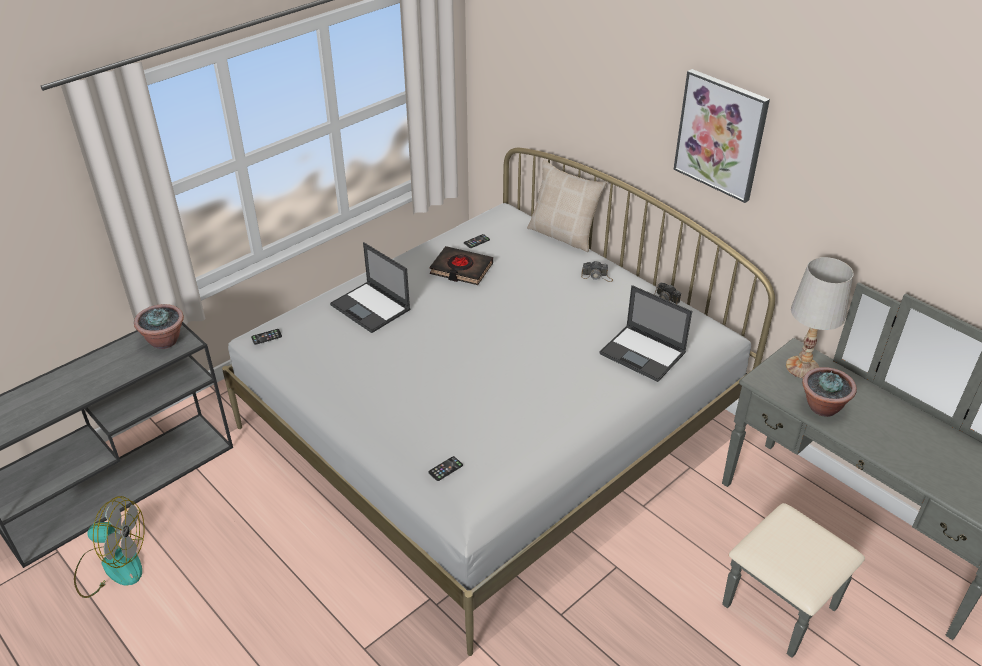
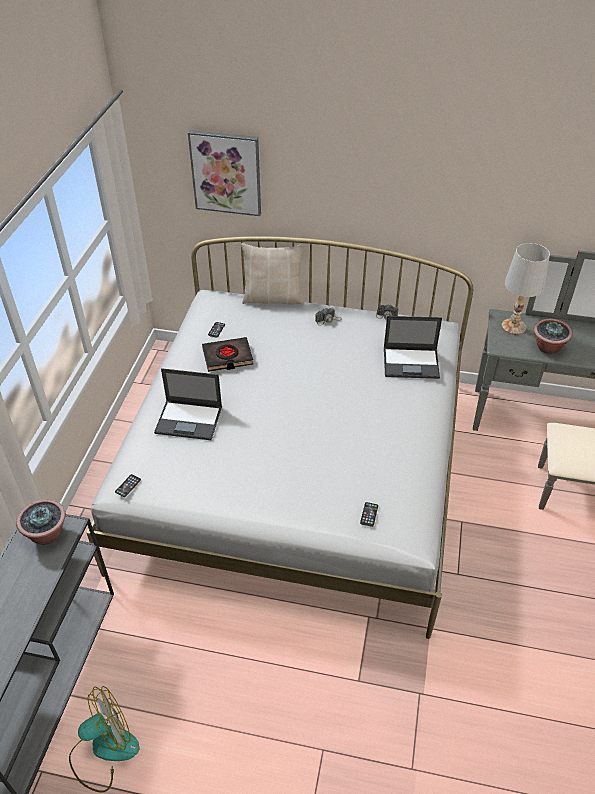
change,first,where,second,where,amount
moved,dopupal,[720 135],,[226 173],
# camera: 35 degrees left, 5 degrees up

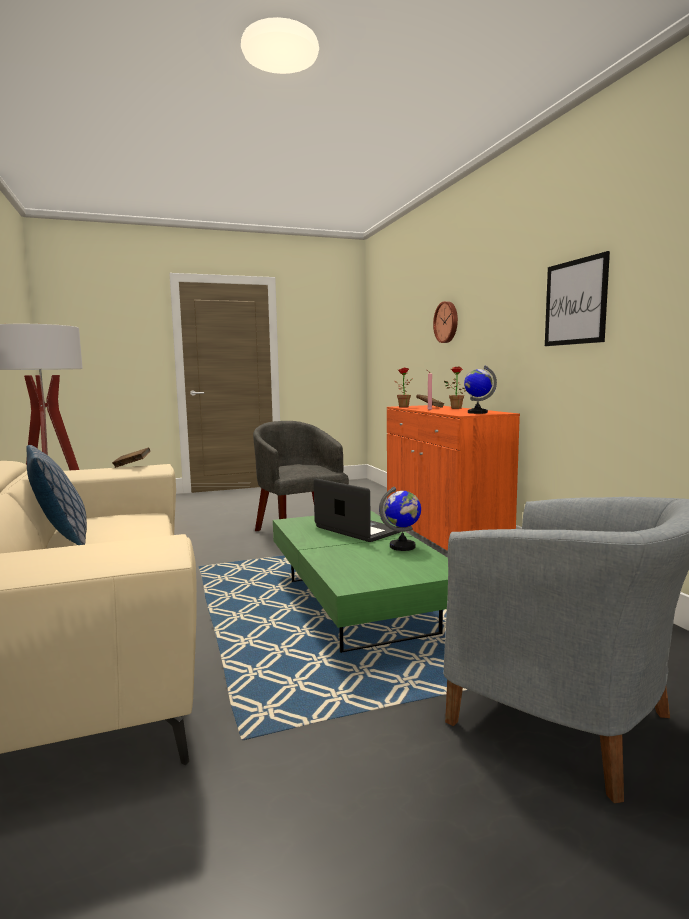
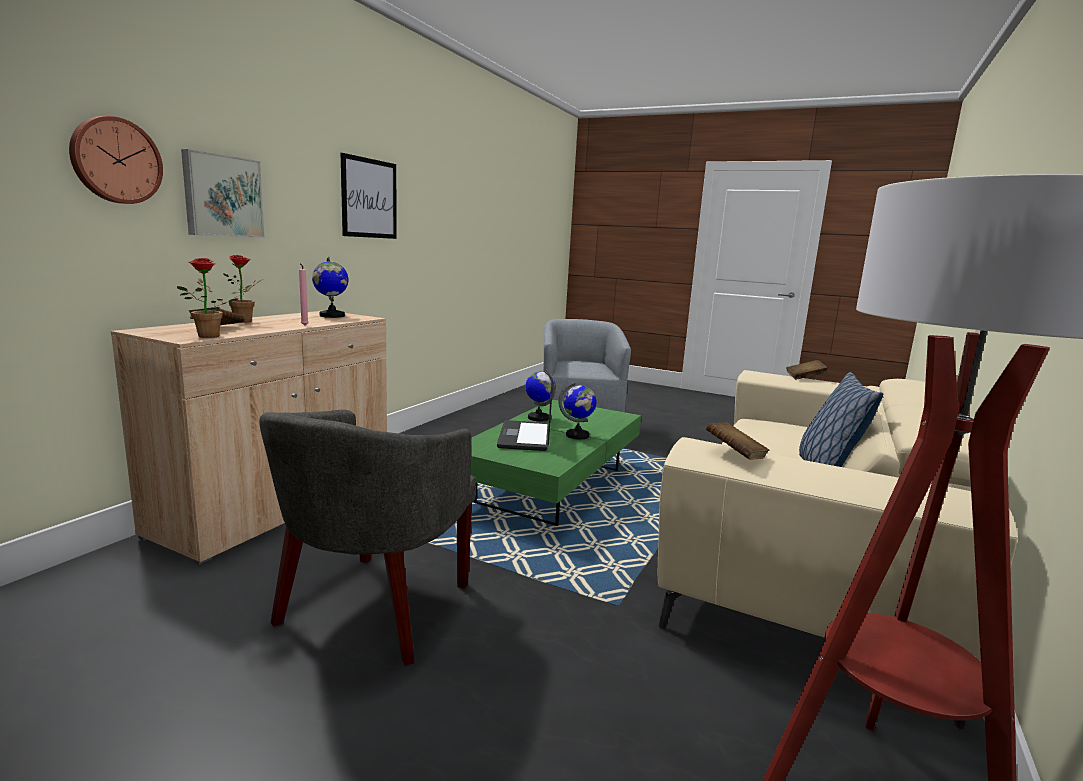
change,first,where,second,where,amount
recoloured,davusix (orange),[443 532],davusix (beige),[278 504],
added,,,dopupal,[222 196],
added,,,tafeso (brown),[805 378],
added,,,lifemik,[577 435],
# camera: 135 degrees left, 5 degrees up

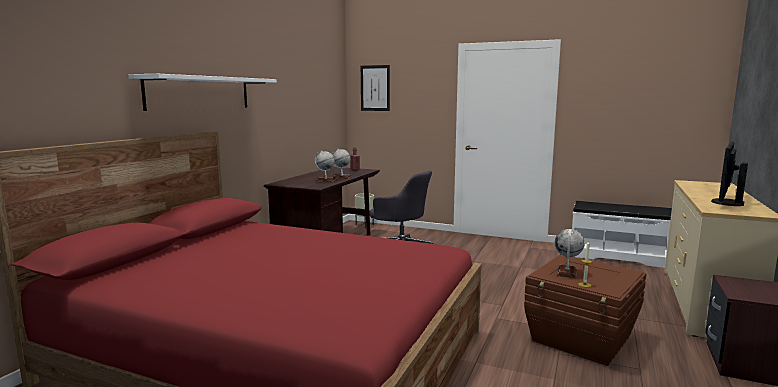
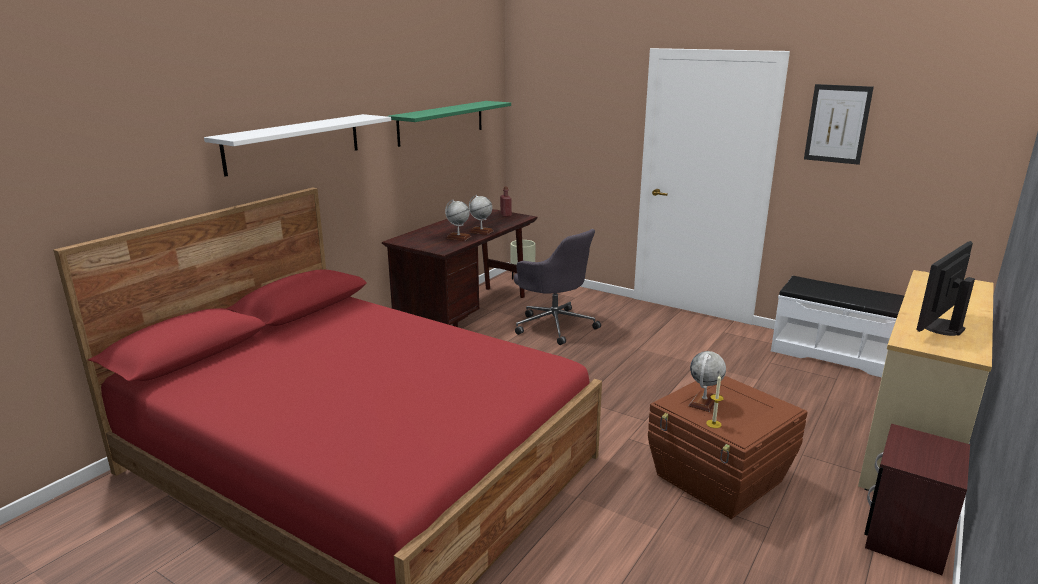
change,first,where,second,where,amount
moved,dopupal,[375 88],,[837 124],
added,,,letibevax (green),[441 122],
# camera: 10 degrees right, 10 degrees up

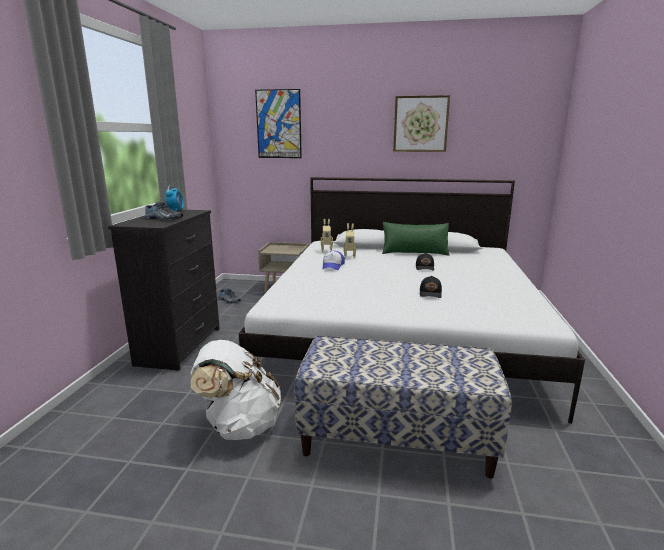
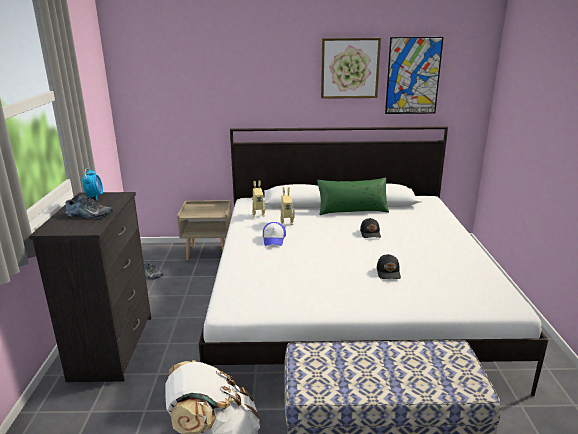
change,first,where,second,where,amount
moved,dopupal,[278 124],,[413 76],
# camera: 10 degrees left, 5 degrees up

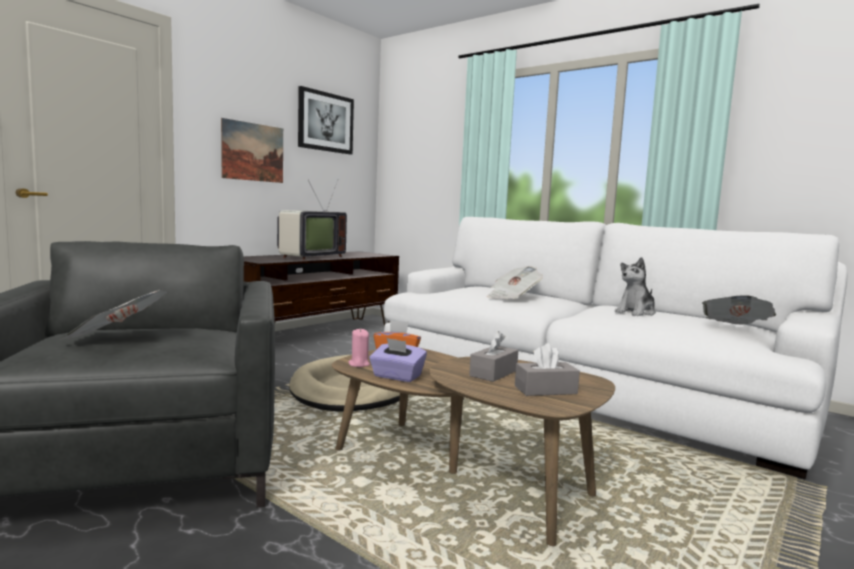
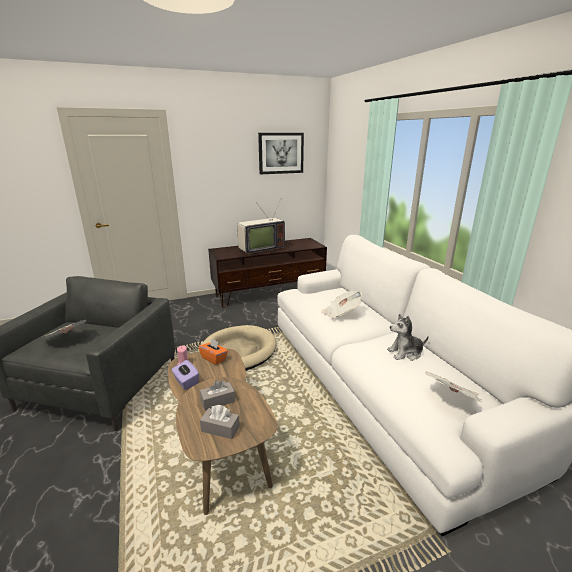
change,first,where,second,where,amount
removed,dopupal,[253 152],,,
# camera: 30 degrees right, 15 degrees up

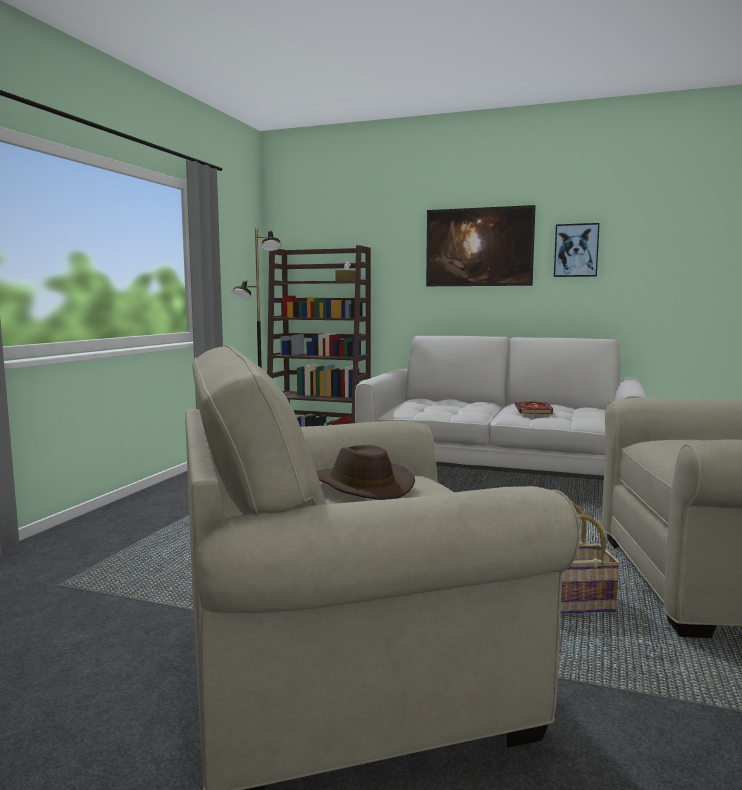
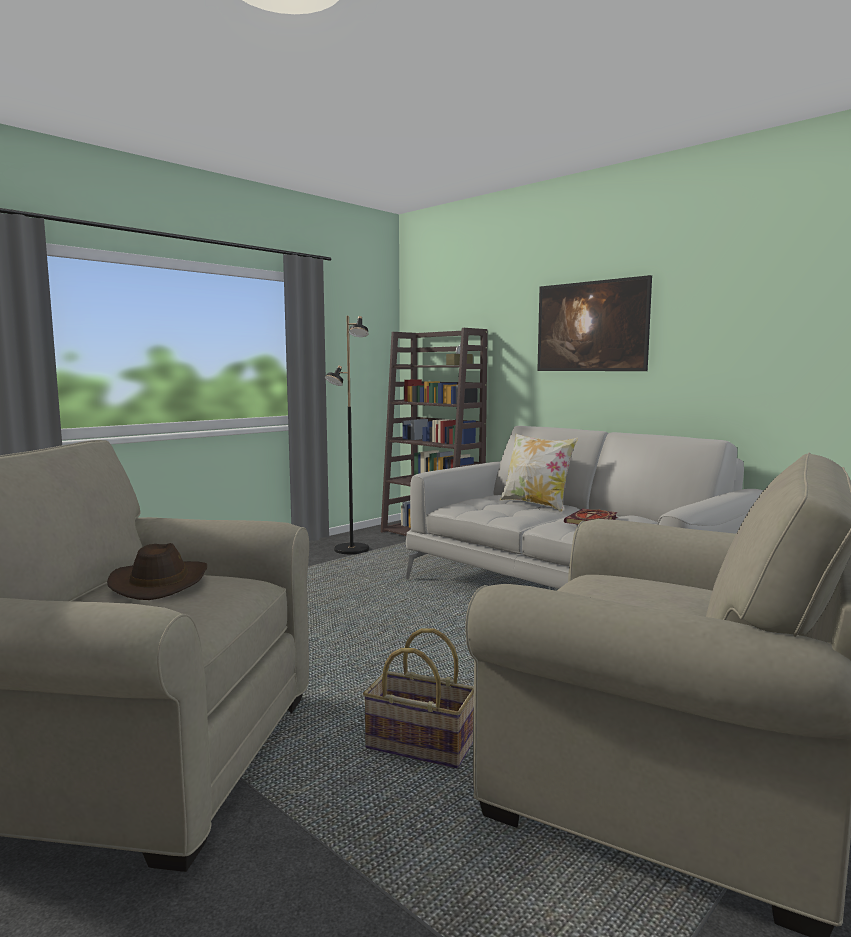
change,first,where,second,where,amount
removed,dopupal,[576 250],,,
added,,,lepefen,[536 504],
# camera: 25 degrees right, 0 degrees up

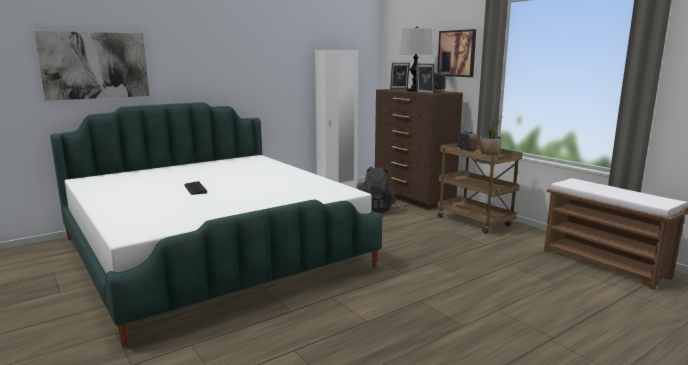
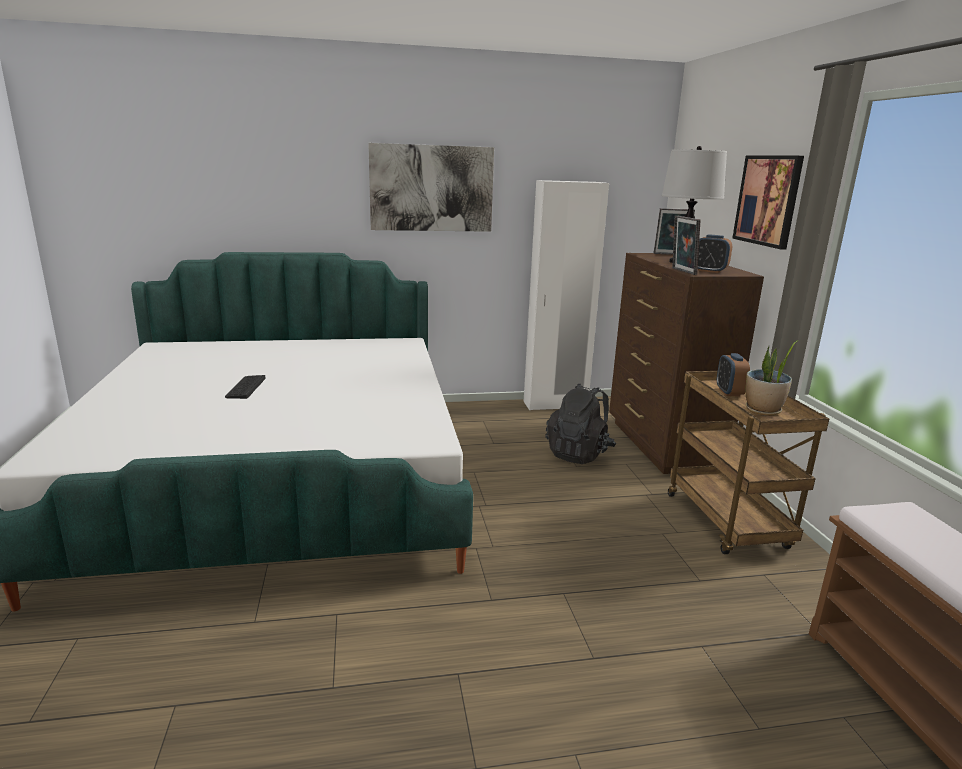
change,first,where,second,where,amount
moved,dopupal,[95 65],,[431 188],
# camera: 25 degrees right, 5 degrees up

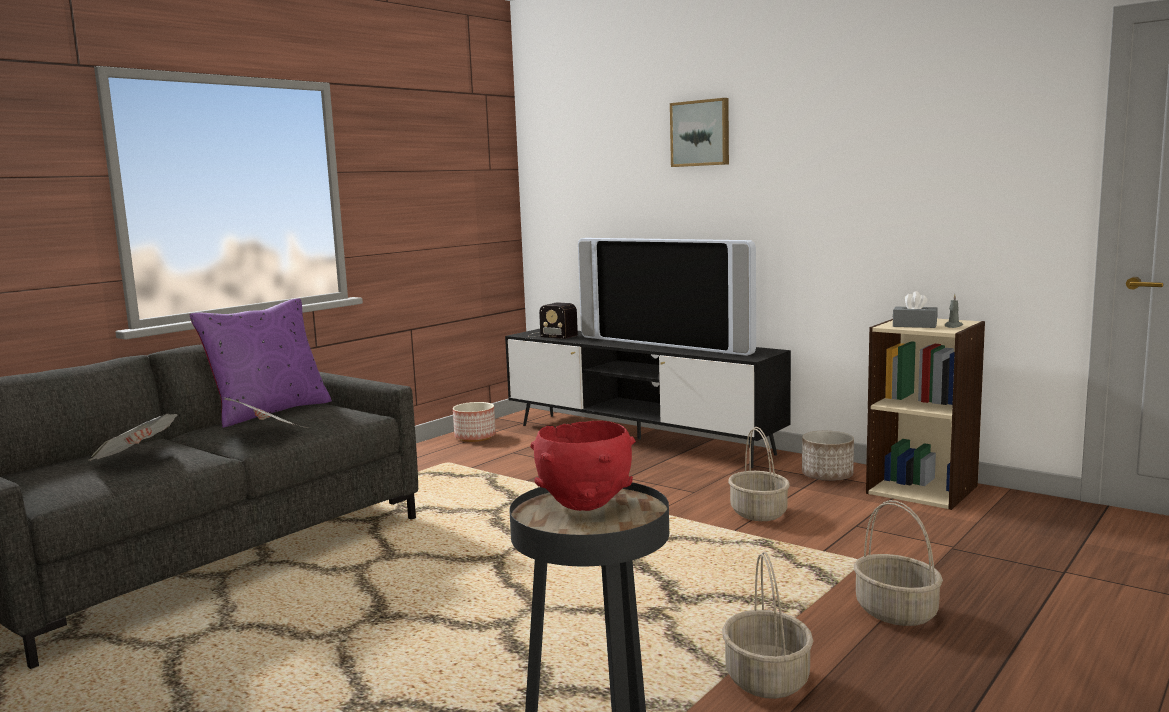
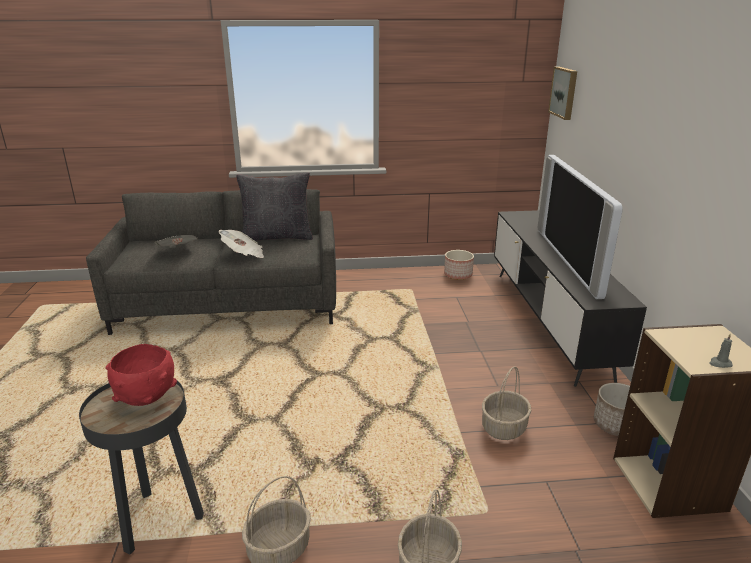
change,first,where,second,where,amount
moved,dopupal,[701 133],,[564 92],
removed,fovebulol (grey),[914 325],,,
recoloured,lepefen (purple),[269 412],lepefen (black),[277 237],
removed,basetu,[551 335],,,
# camera: 45 degrees right, 15 degrees up

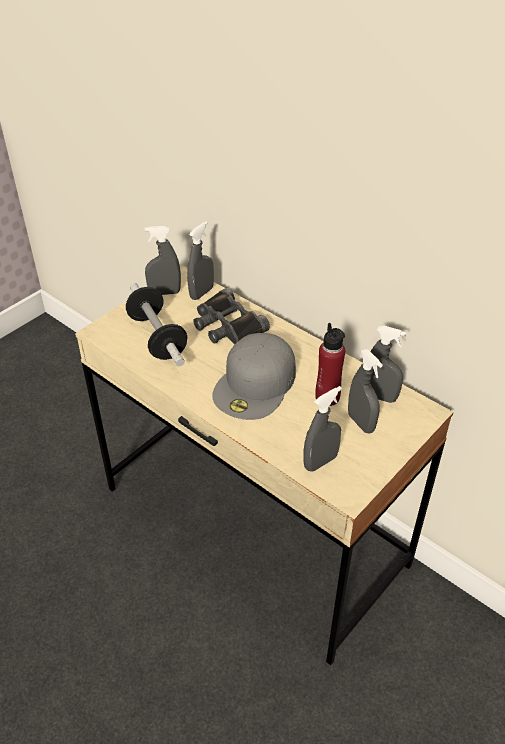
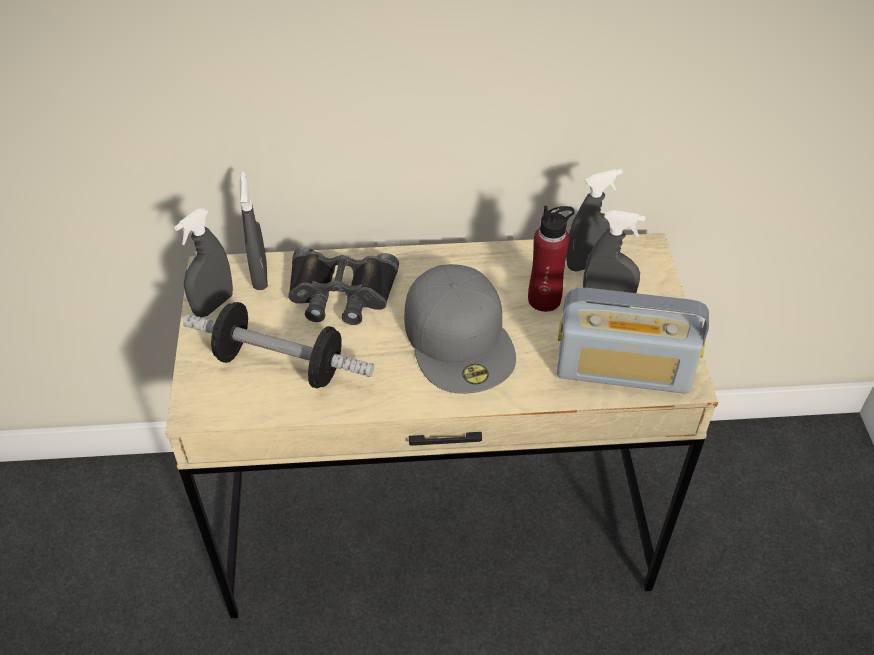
change,first,where,second,where,amount
replaced,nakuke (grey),[320 462],basetu,[623 370],
# camera: 45 degrees left, 5 degrees up

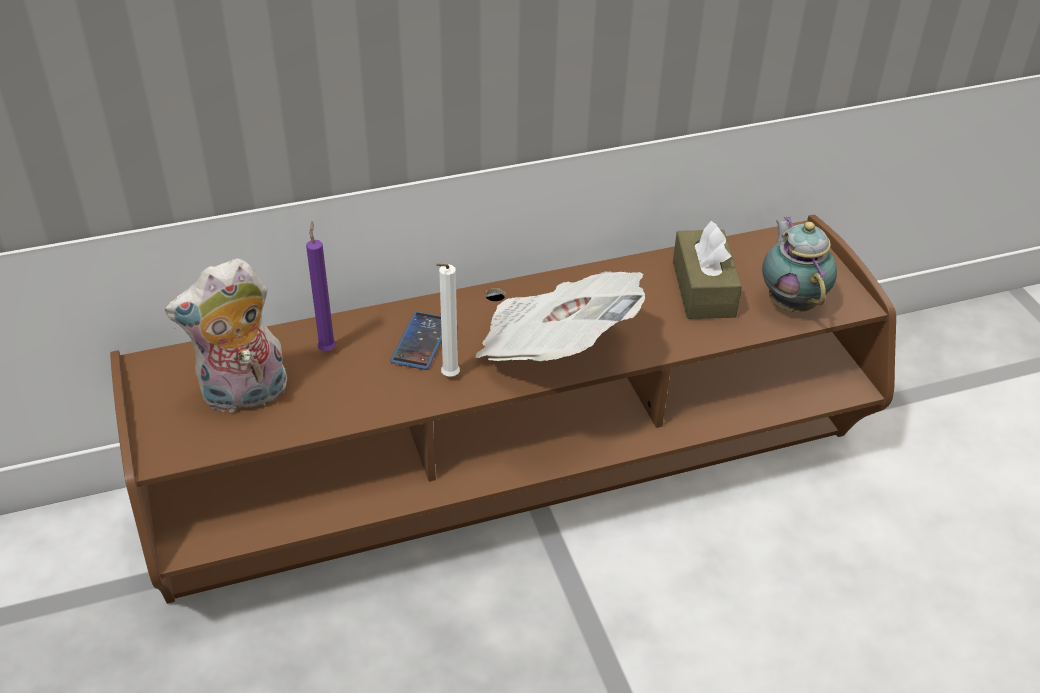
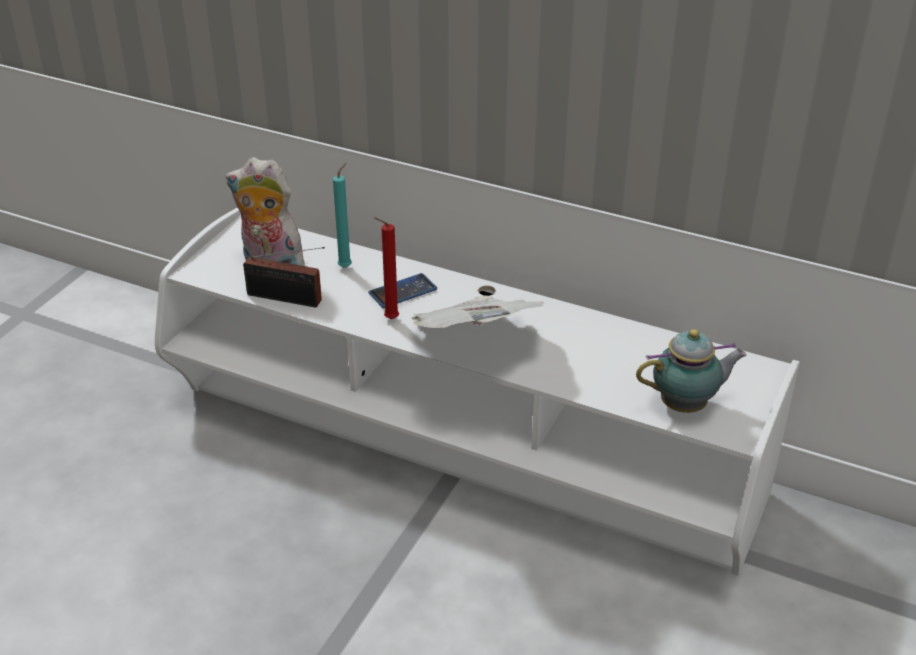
change,first,where,second,where,amount
recoloured,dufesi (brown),[518 481],dufesi (white),[459 452],
turned,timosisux,[791 302],,[686 405],45 degrees clockwise
recoloured,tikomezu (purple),[327 348],tikomezu (turquoise),[346 266],
removed,fovebulol (brown),[703 289],,,
recoloured,tikomezu (white),[448 377],tikomezu (red),[389 319],
added,,,basetu,[288 299],
# camera: 45 degrees right, 5 degrees down

